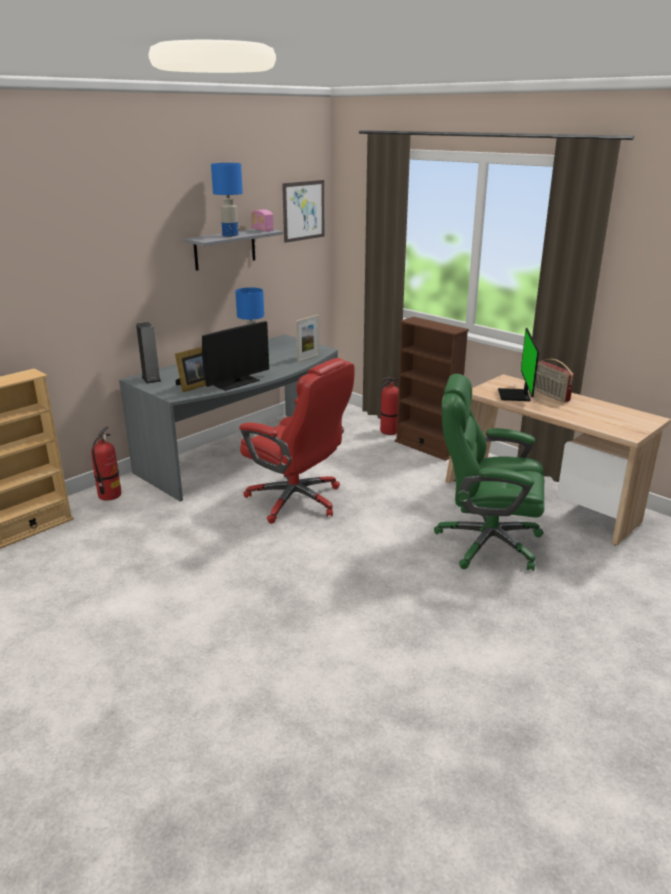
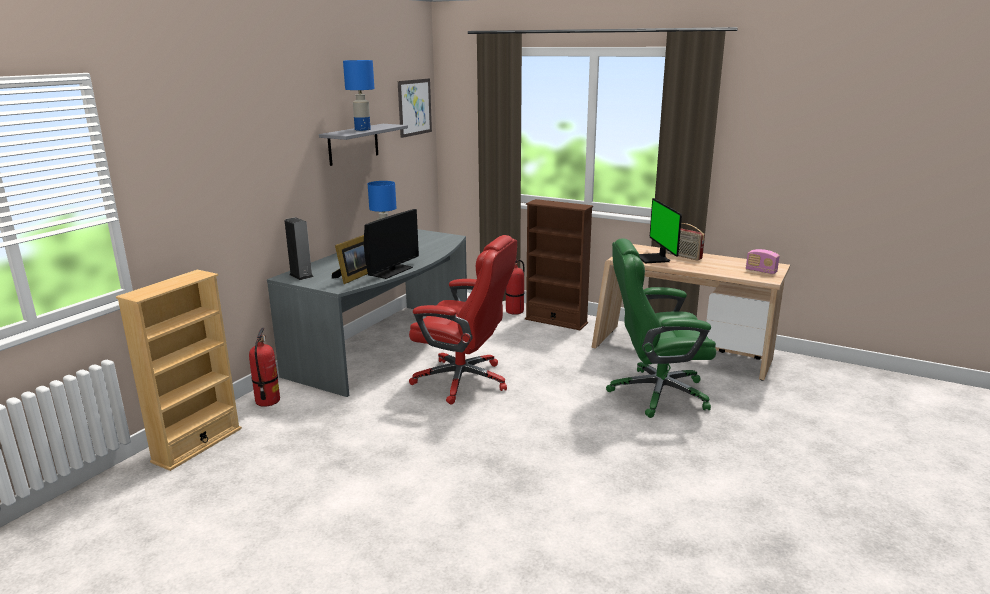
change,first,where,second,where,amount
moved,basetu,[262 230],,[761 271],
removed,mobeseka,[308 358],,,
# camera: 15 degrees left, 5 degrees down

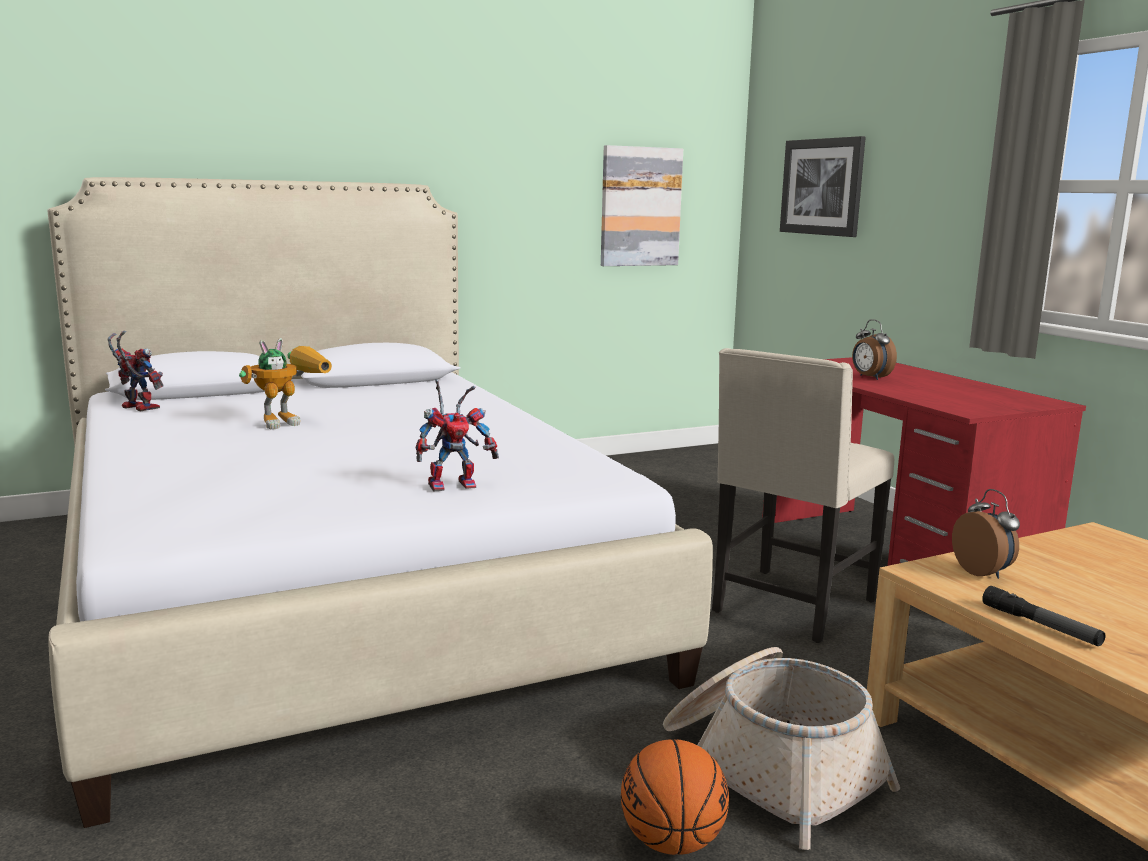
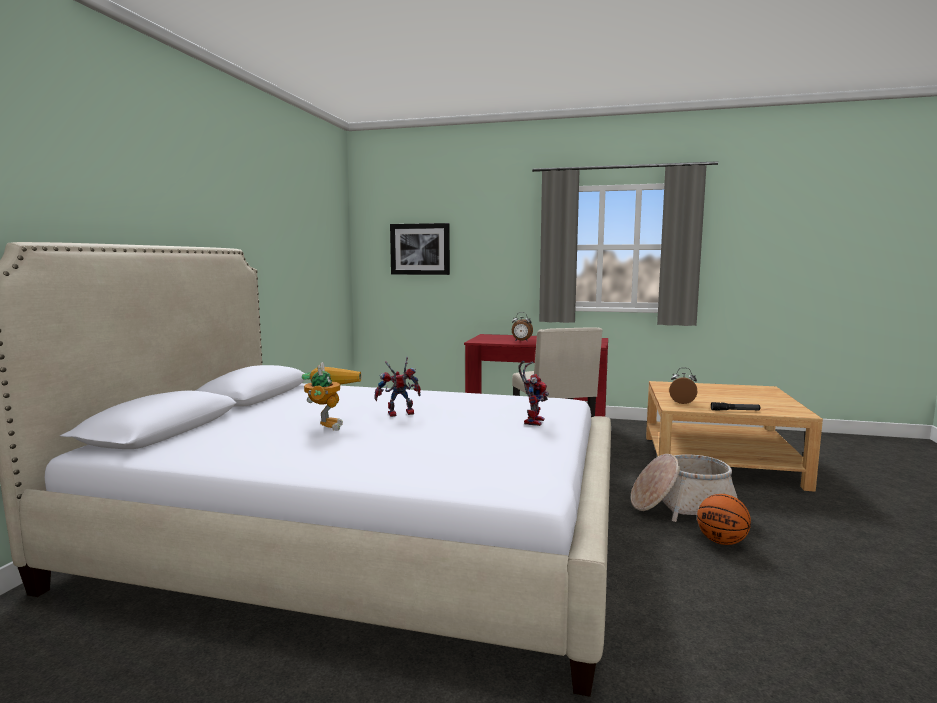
change,first,where,second,where,amount
removed,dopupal,[640 207],,,
moved,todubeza,[135 408],,[398 414],
# camera: 50 degrees left, 5 degrees down

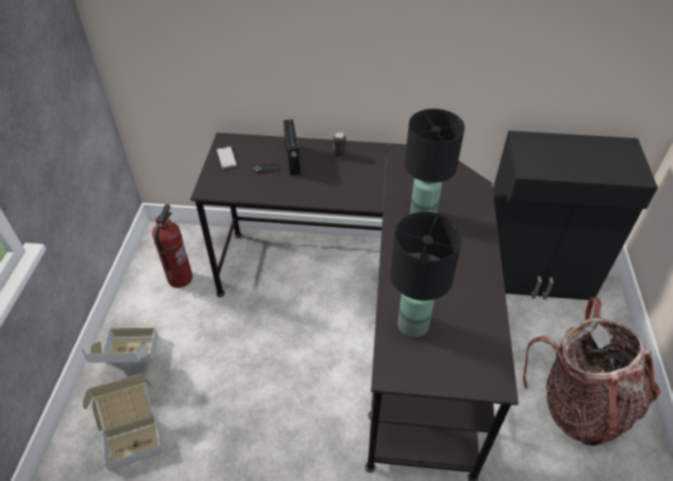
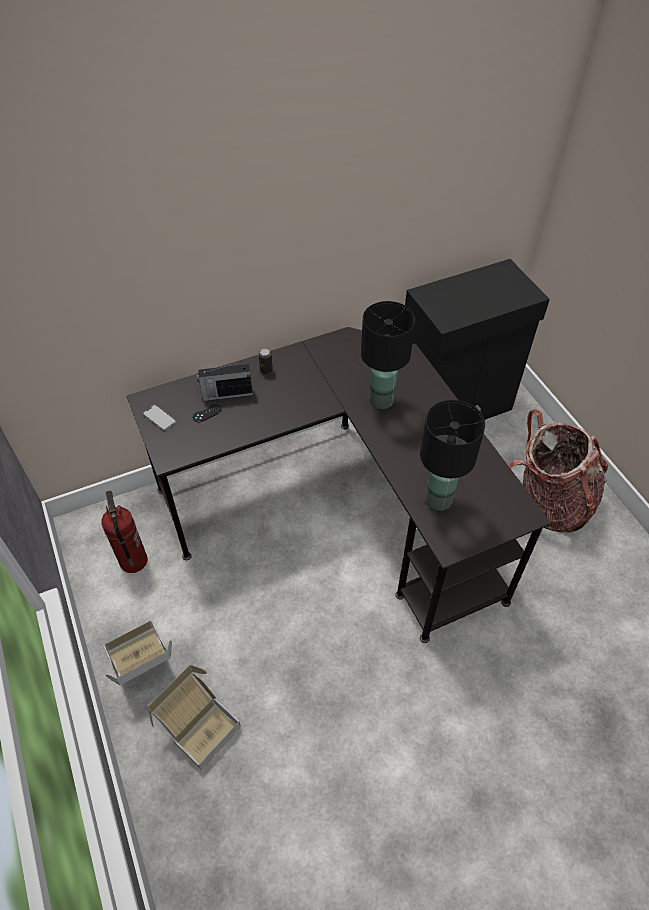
change,first,where,second,where,amount
turned,basetu,[292 160],,[226 394],120 degrees clockwise
# camera: 30 degrees left, 5 degrees up

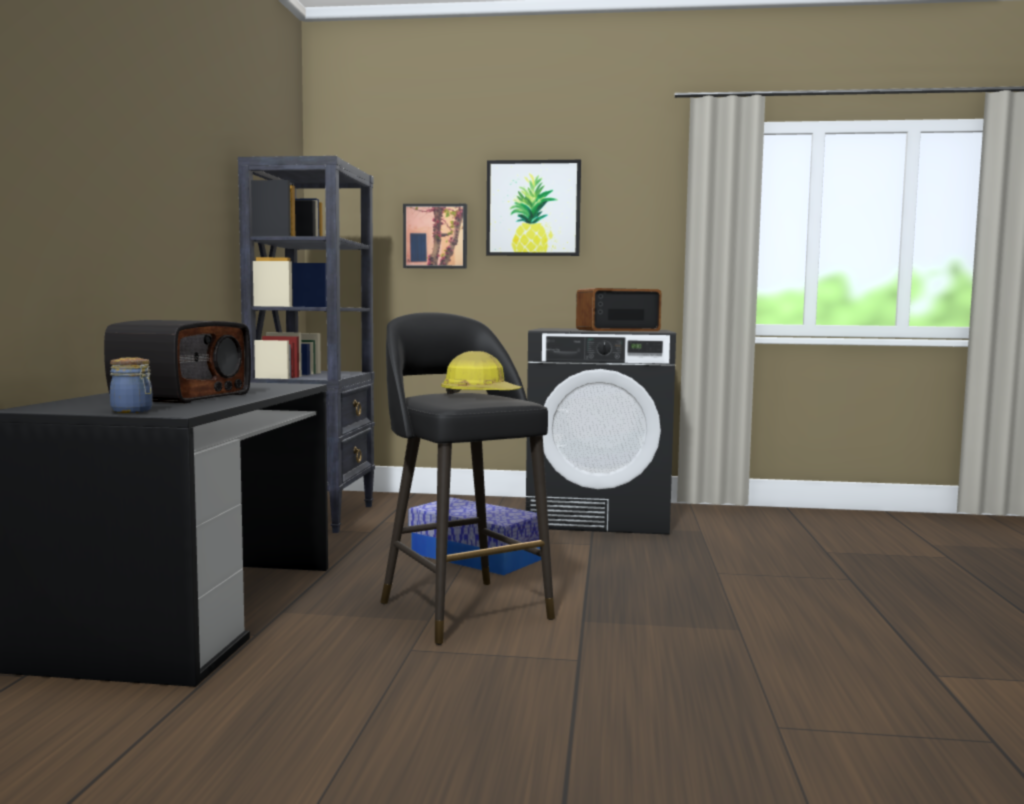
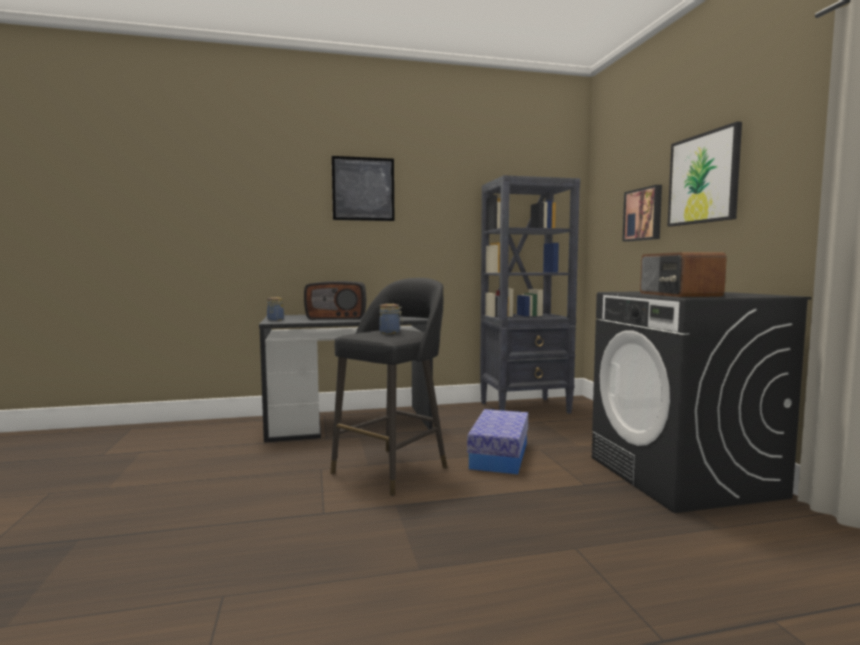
change,first,where,second,where,amount
turned,basetu,[616 330],,[678 294],150 degrees counterclockwise
replaced,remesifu,[479 395],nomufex,[390 332],
added,,,dopupal,[363 189],
# camera: 70 degrees right, 0 degrees up

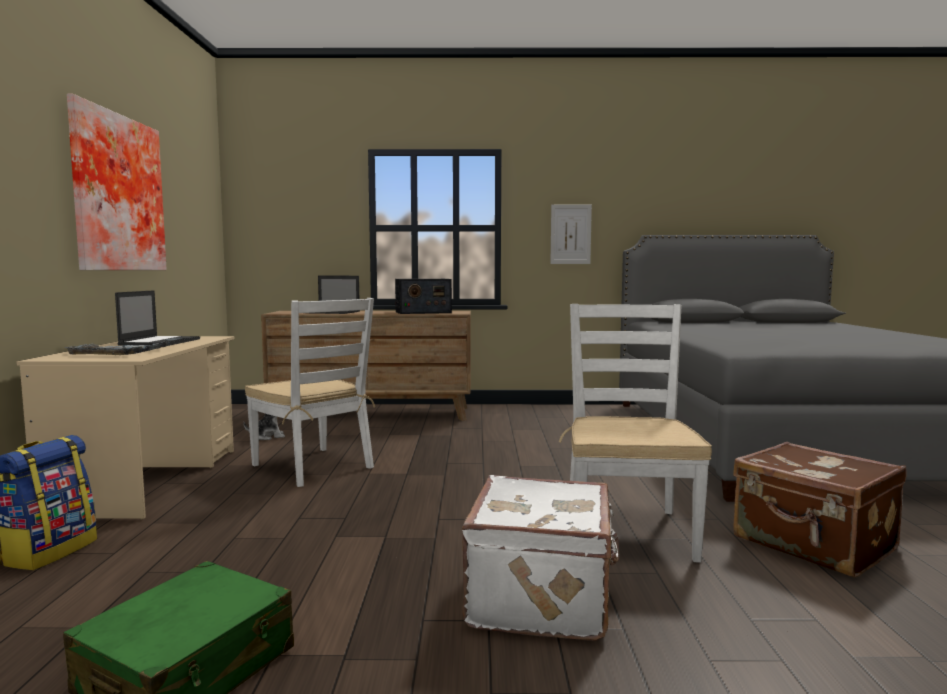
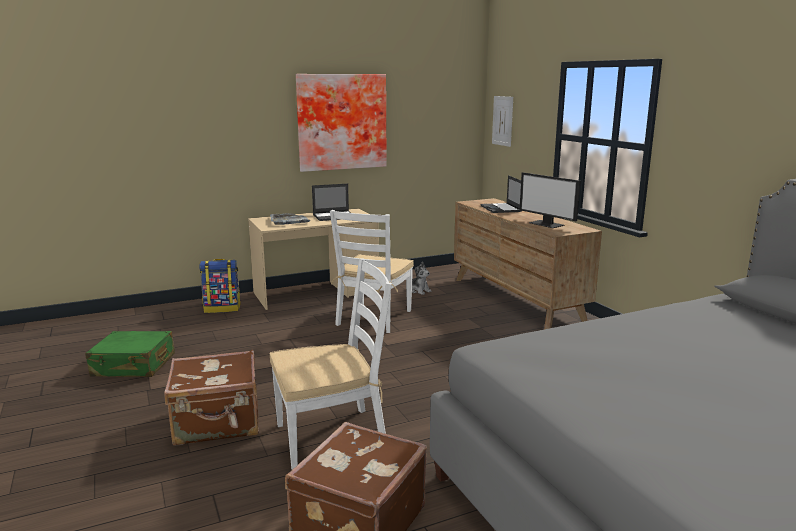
change,first,where,second,where,amount
moved,dopupal,[570 234],,[502 121],
replaced,basetu,[422 312],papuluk,[547 224],
recoloured,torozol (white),[543 598],torozol (brown),[218 423],
# camera: 65 degrees right, 10 degrees up

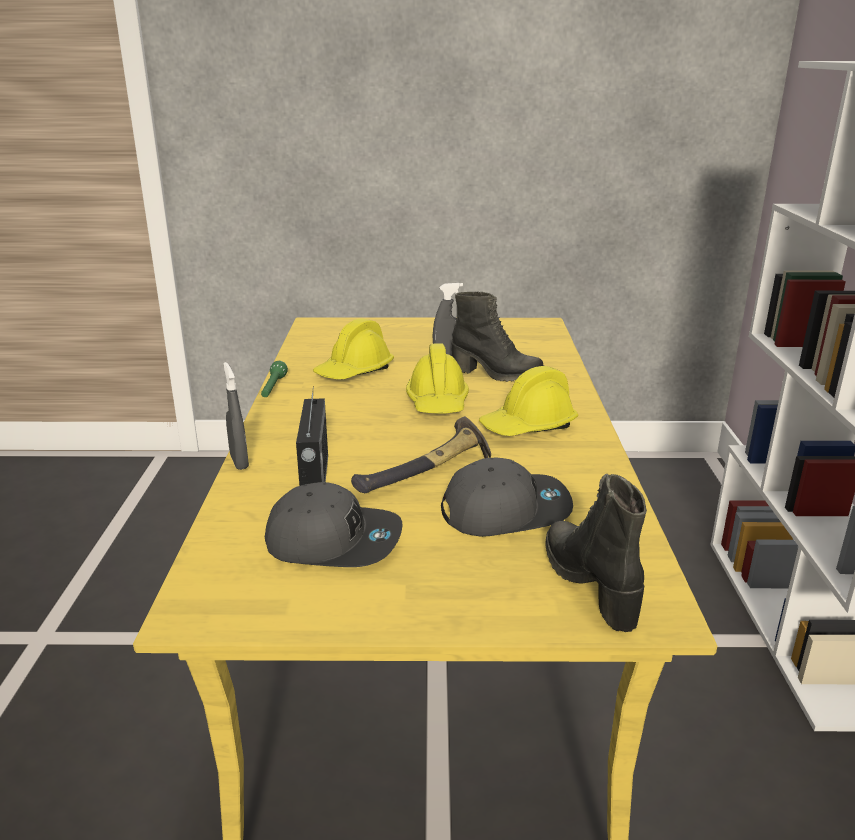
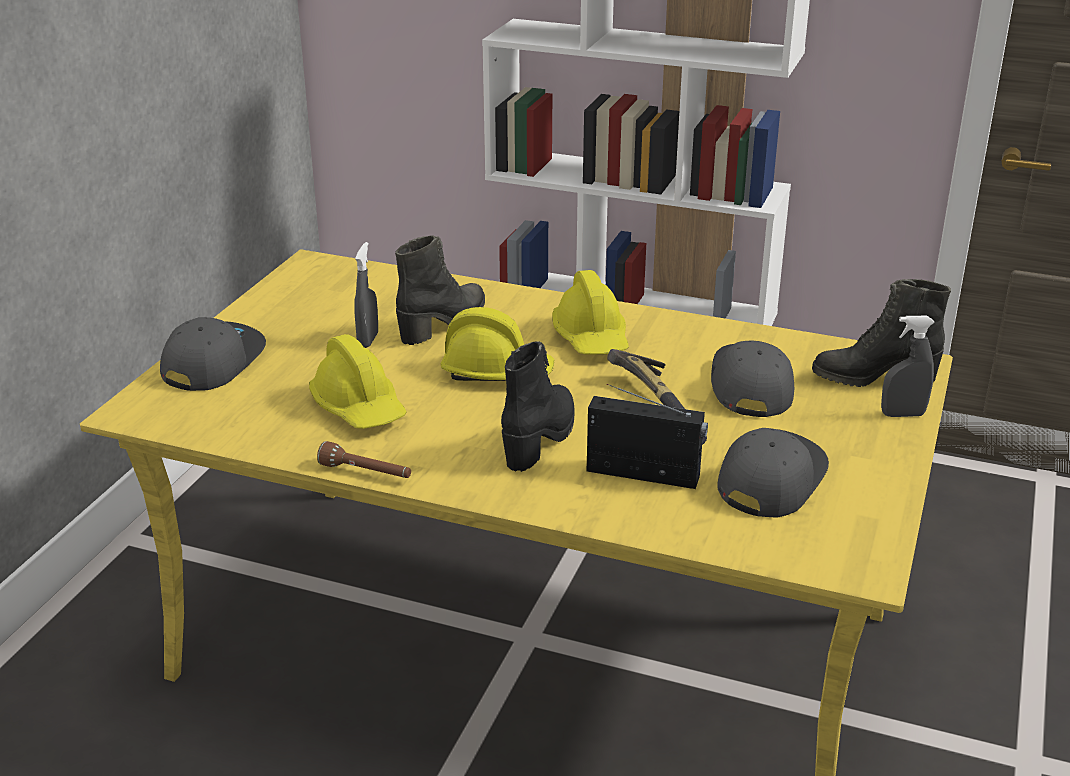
change,first,where,second,where,amount
recoloured,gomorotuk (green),[273 388],gomorotuk (brown),[366 473],
moved,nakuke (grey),[239 462],,[902 414],
added,,,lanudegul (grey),[212 362],
added,,,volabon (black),[541 438],
# camera: 70 degrees left, 5 degrees up

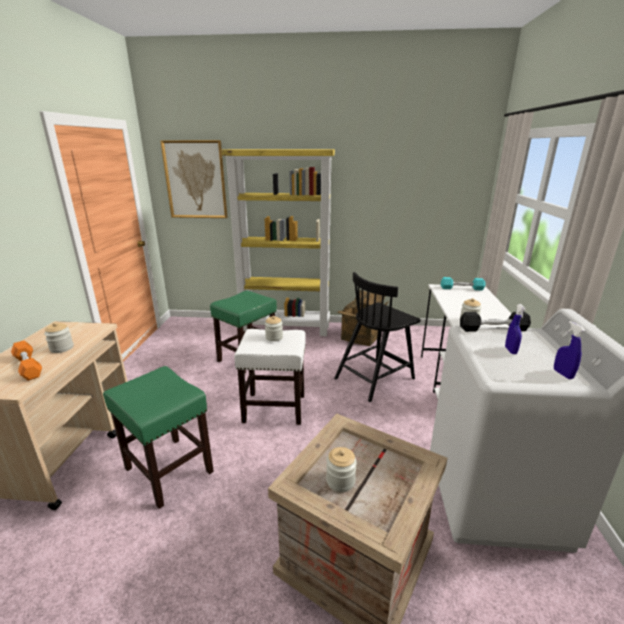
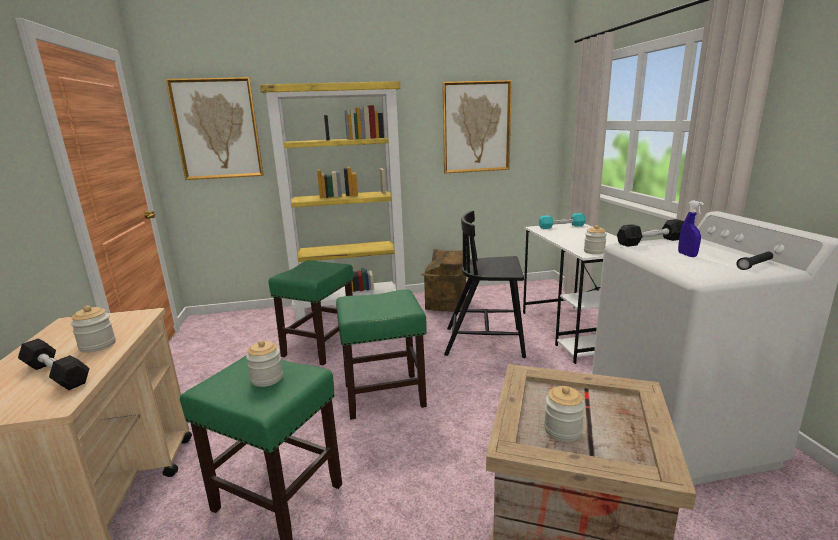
change,first,where,second,where,amount
turned,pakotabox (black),[375 378],,[486 342],60 degrees clockwise
moved,nomufex,[274 337],,[267 378],
replaced,nakuke (blue),[562 374],gomorotuk (black),[754 265],
recoloured,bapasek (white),[275 408],bapasek (green),[385 395],
recoloured,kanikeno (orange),[28 366],kanikeno (black),[56 374],
added,,,dopupal,[476 127],
# camera: 15 degrees left, 5 degrees down

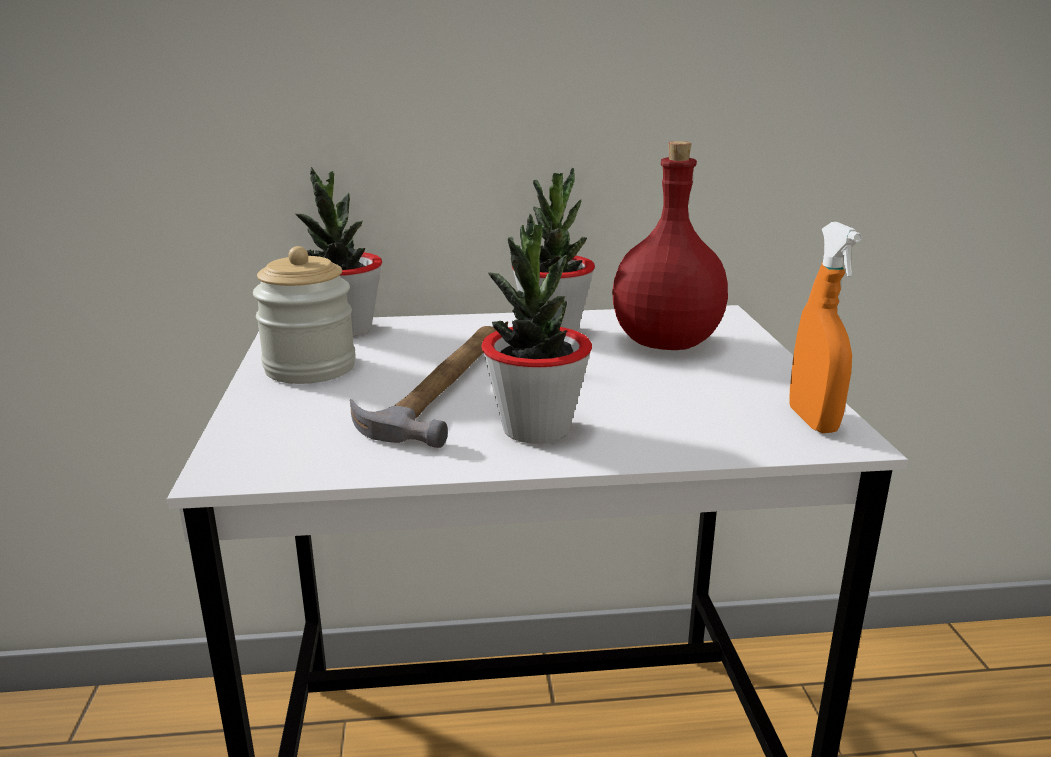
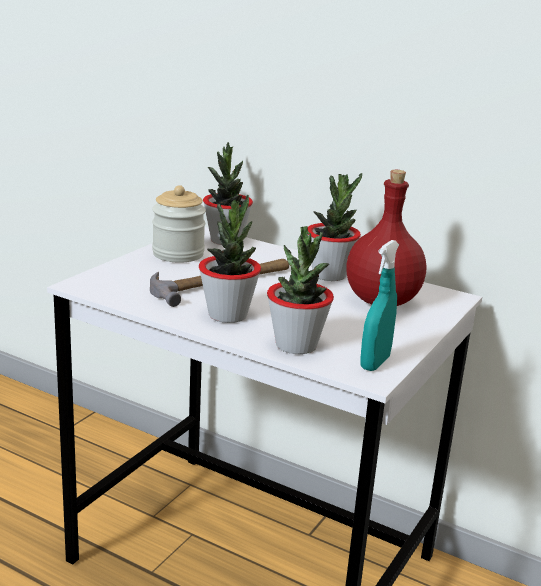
change,first,where,second,where,amount
recoloured,nakuke (orange),[812 421],nakuke (turquoise),[375 363],
added,,,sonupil,[296 345],
# camera: 35 degrees right, 0 degrees up

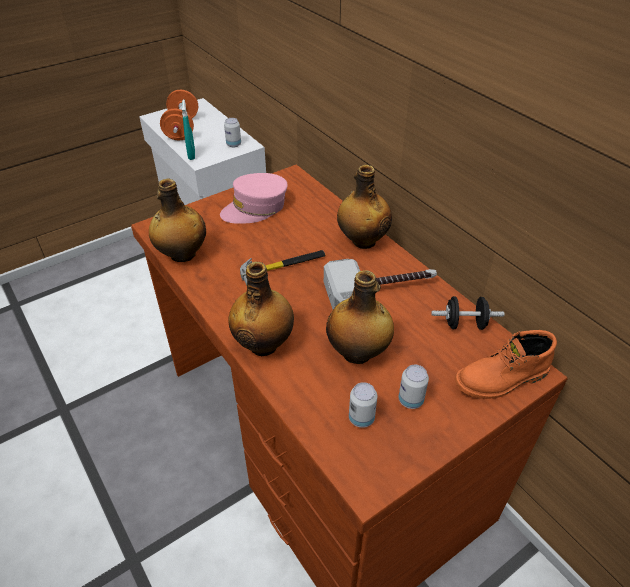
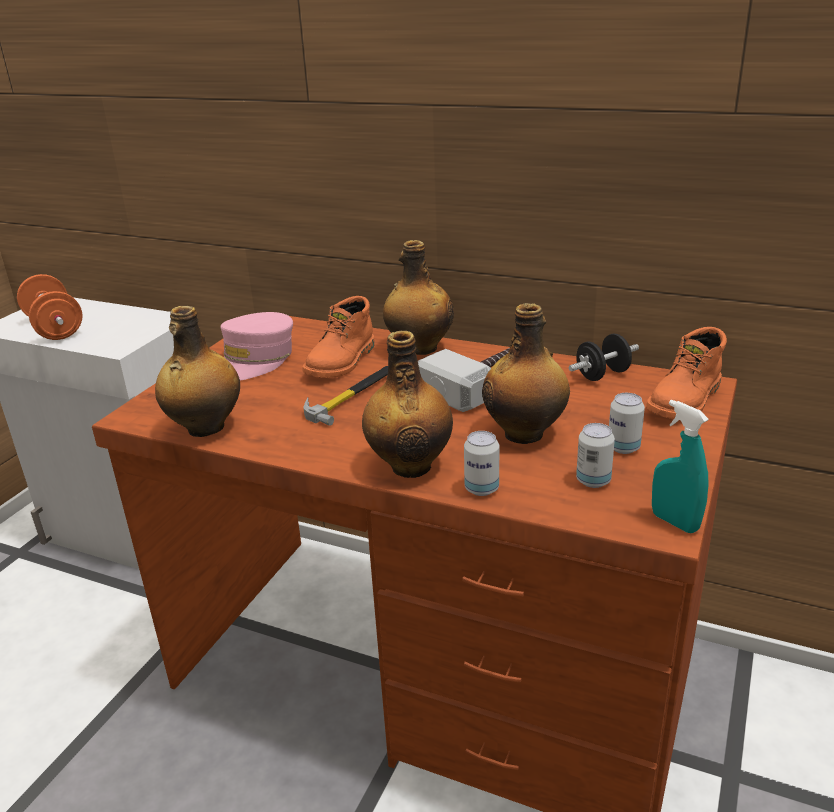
change,first,where,second,where,amount
moved,nakuke (turquoise),[191 155],,[674 522],
moved,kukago,[233 144],,[481 489],
added,,,volabon (orange),[342 362],
# camera: 30 degrees left, 15 degrees down

